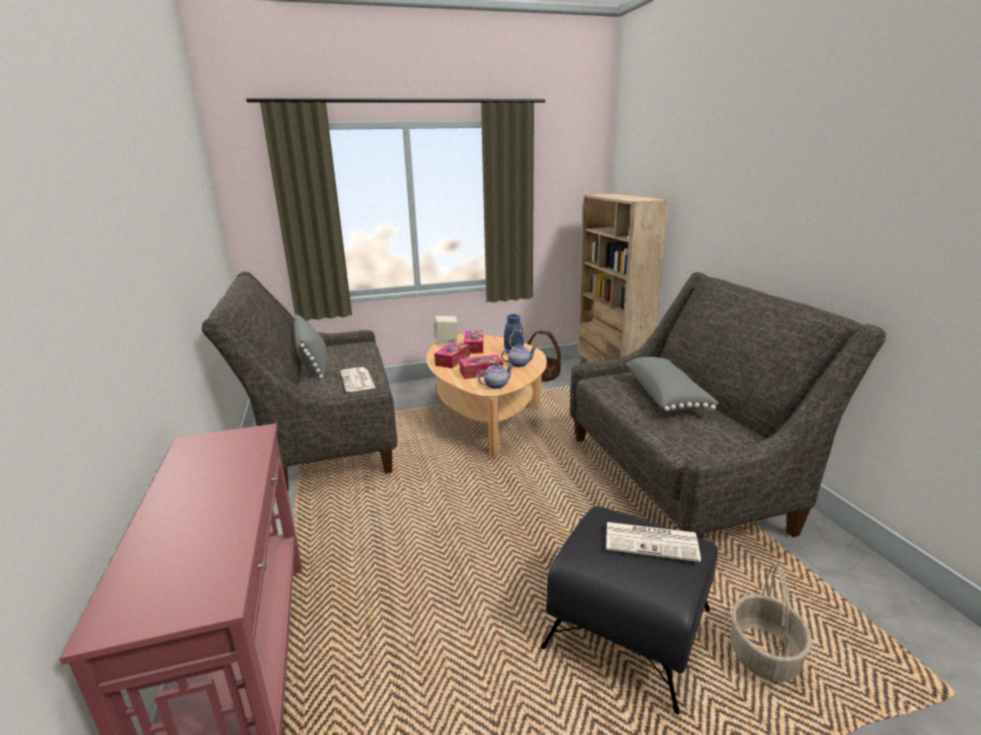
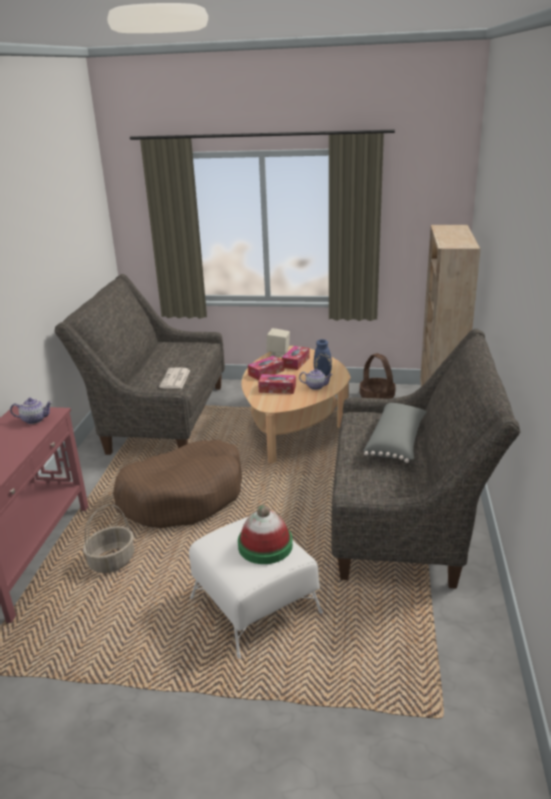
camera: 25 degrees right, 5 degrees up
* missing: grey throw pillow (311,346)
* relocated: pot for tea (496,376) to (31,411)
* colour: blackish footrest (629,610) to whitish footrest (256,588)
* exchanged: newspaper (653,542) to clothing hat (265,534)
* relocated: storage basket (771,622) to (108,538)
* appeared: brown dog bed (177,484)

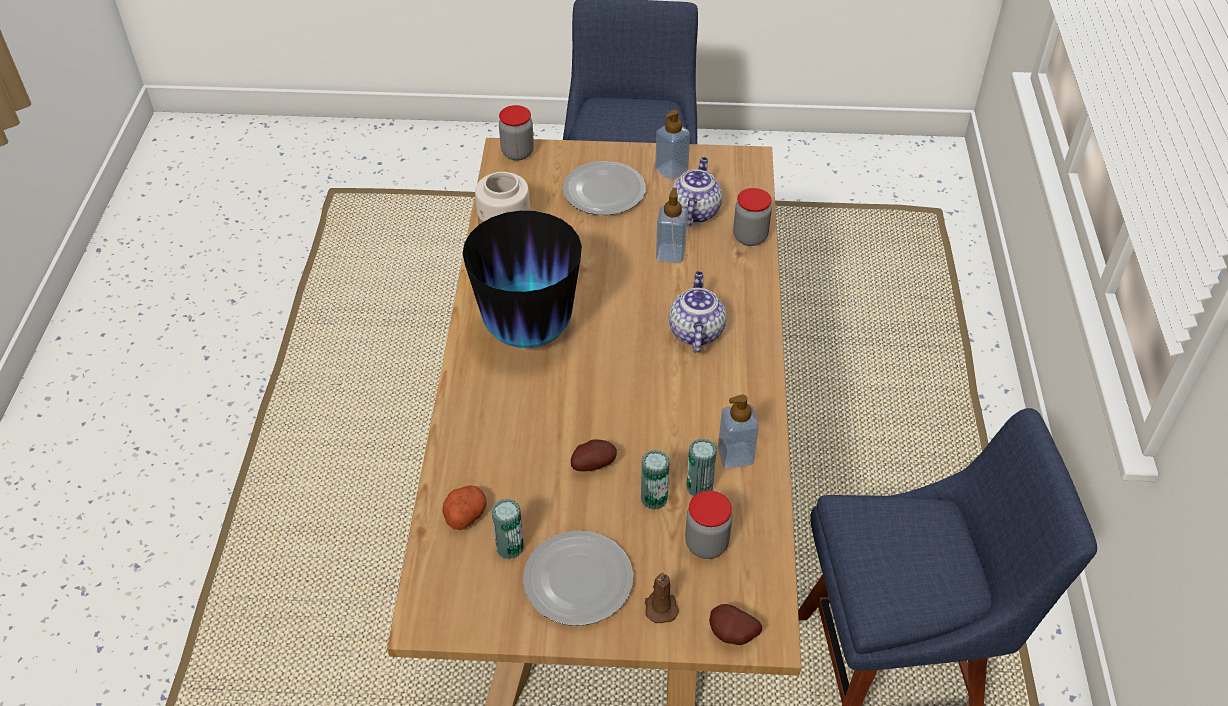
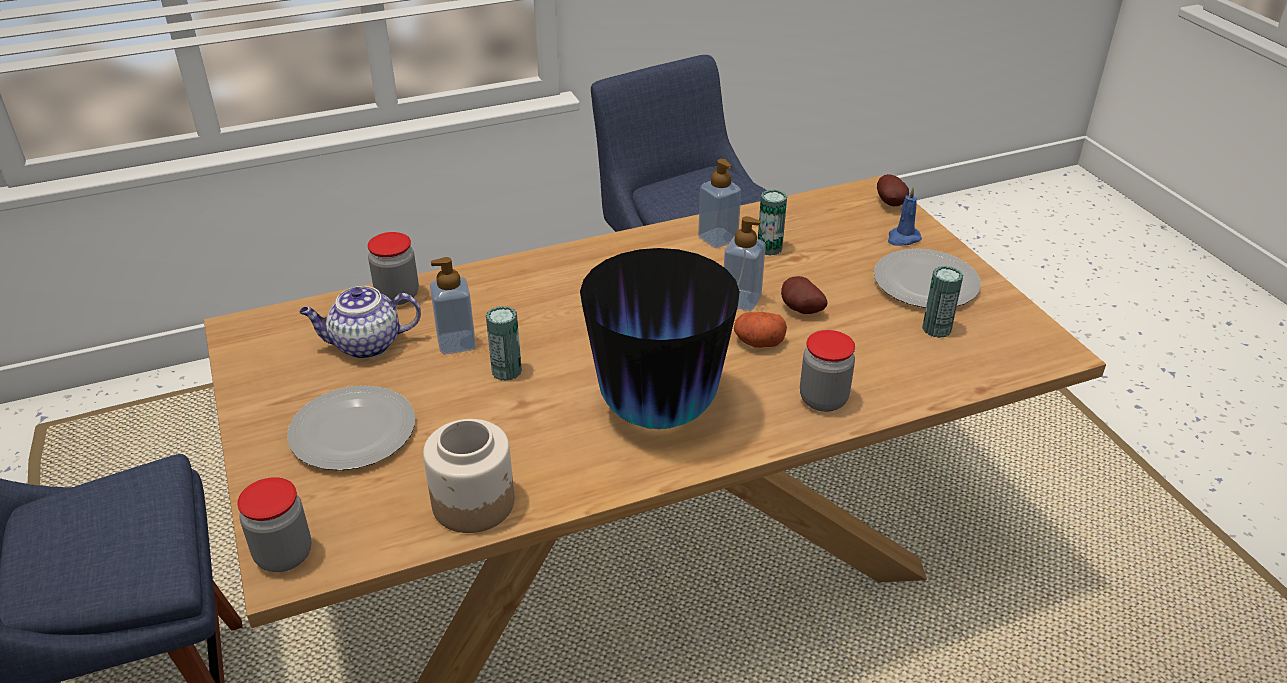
camera: 115 degrees left, 10 degrees down
* relocated: soap dispenser (672,145) to (745,263)
* missing: pot for tea (698,312)
* relocated: can (655,480) to (504,343)
* relocated: potato (464,507) to (760,330)
* relocated: jar (708,525) to (827,371)
* colour: brown candle (662,597) to bluish candle (905,216)

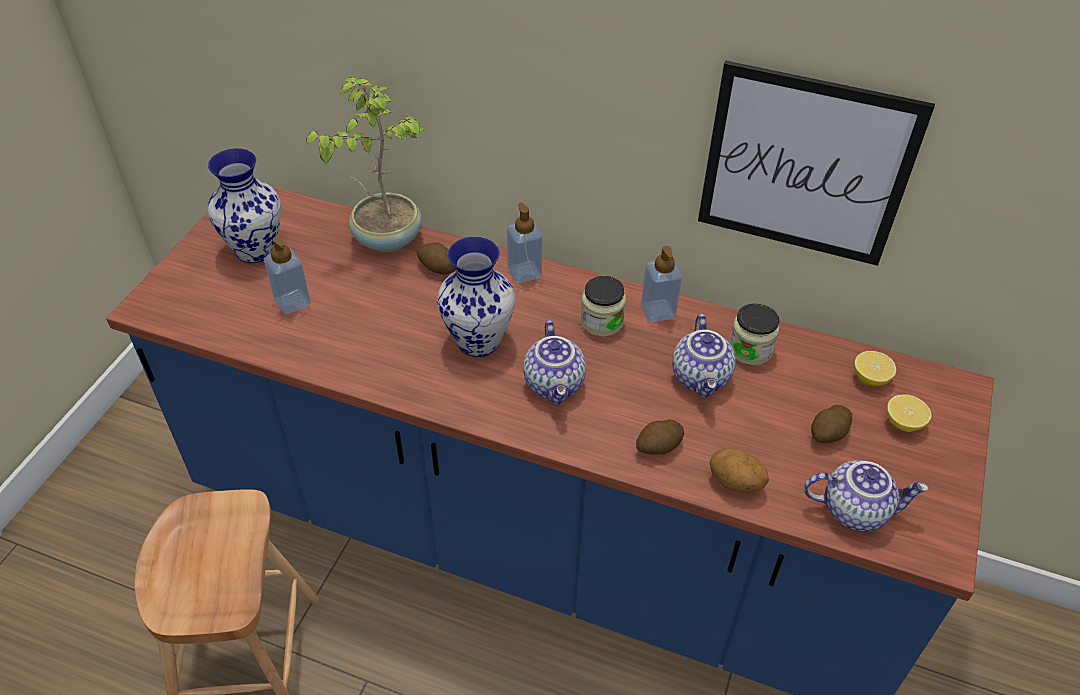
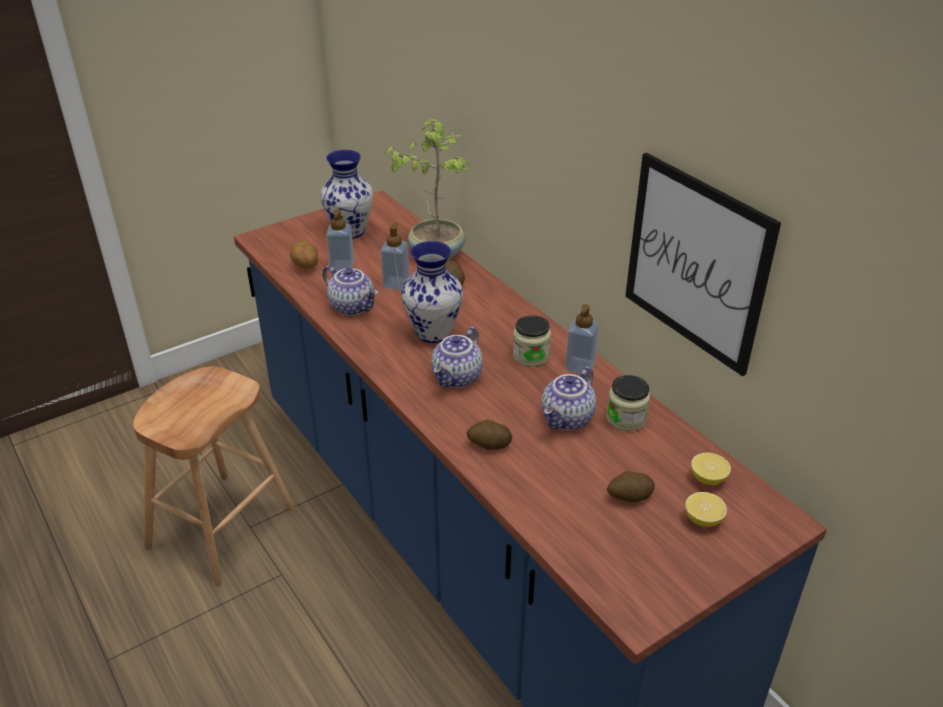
camera: 35 degrees right, 10 degrees down
* relocated: soap dispenser (524,242) to (395,256)
* relocated: potato (739,470) to (304,254)
* relocated: pot for tea (866,496) to (350,290)

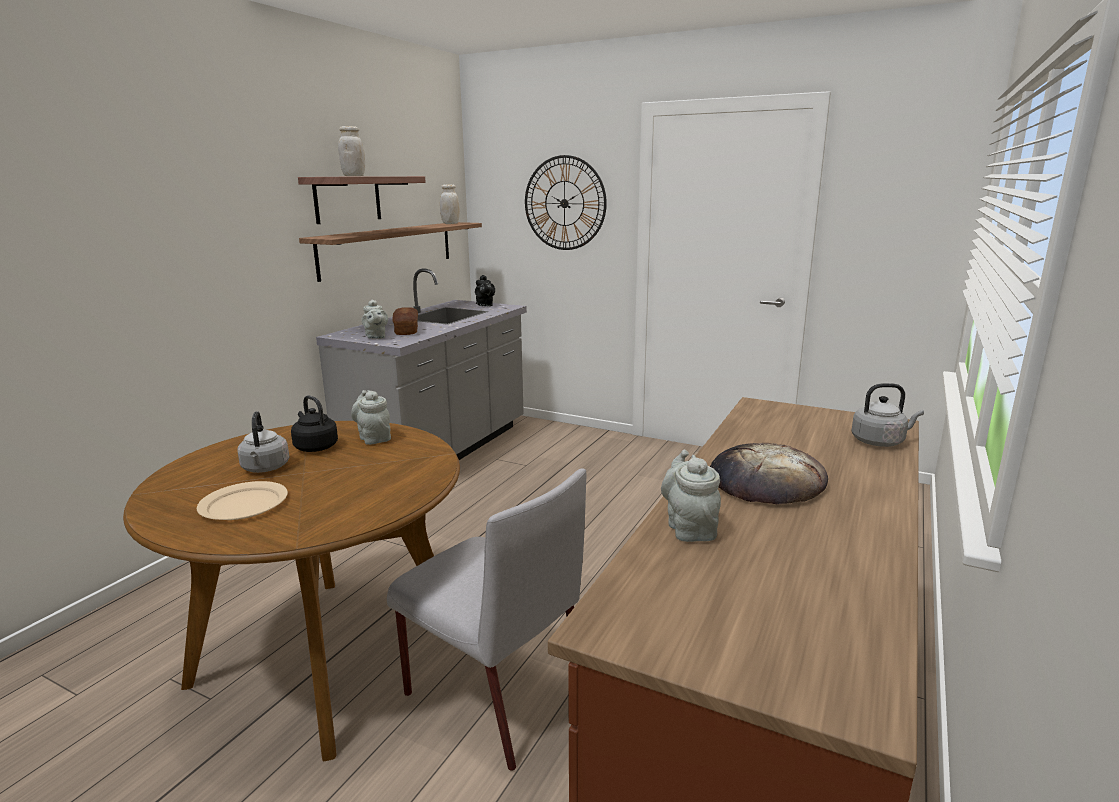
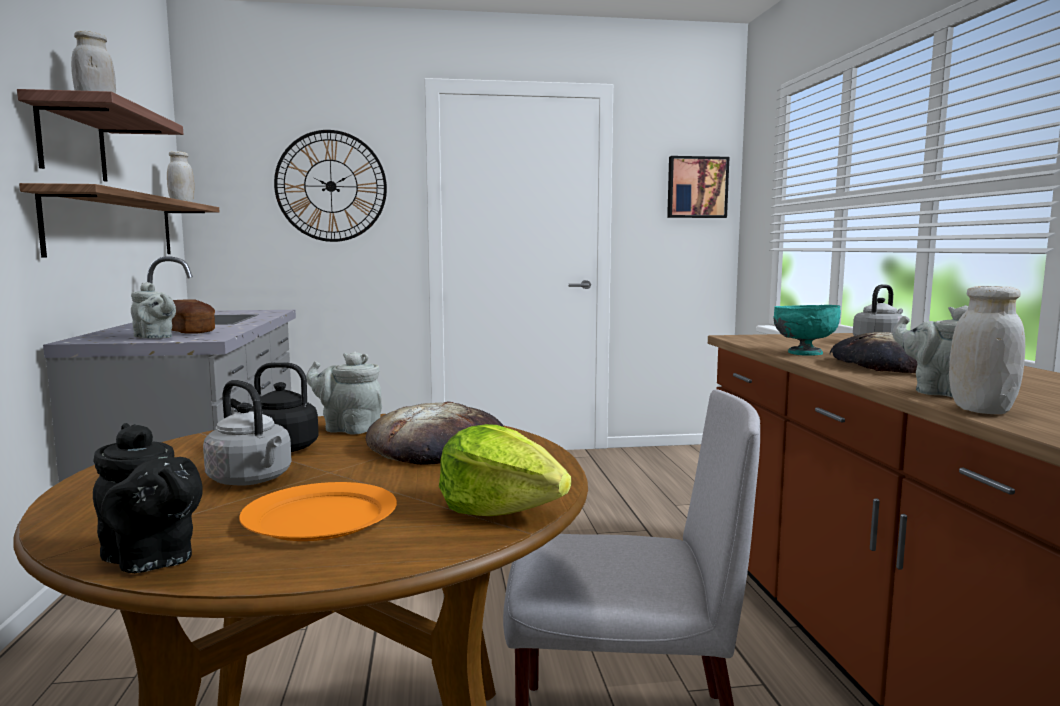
camera: 35 degrees left, 10 degrees down
* relocated: blackish pot for tea (485,290) to (148,498)
* colour: beige-coloured plate (242,500) to orangey plate (318,511)
* appeared: wall picture (698,187)
* appeared: whitish jar (987,350)
* appeared: turquoise bowl (807,330)
* appeared: baked bread (435,433)
* appeared: lettuce (505,470)

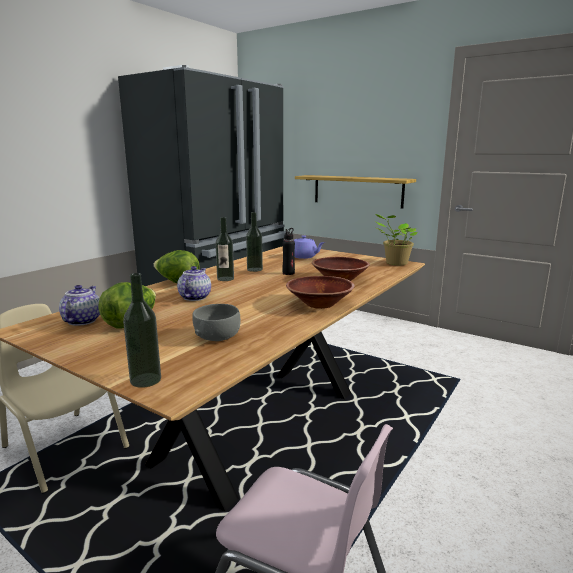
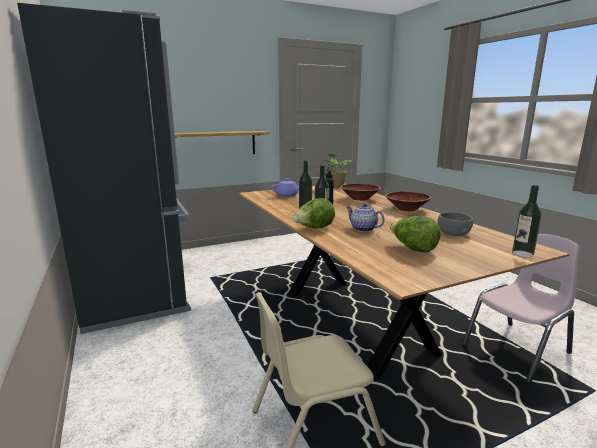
camera: 60 degrees left, 0 degrees up
* missing: pot for tea (79,305)

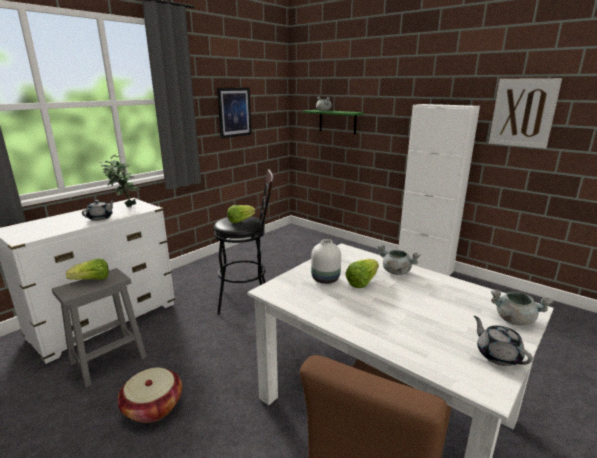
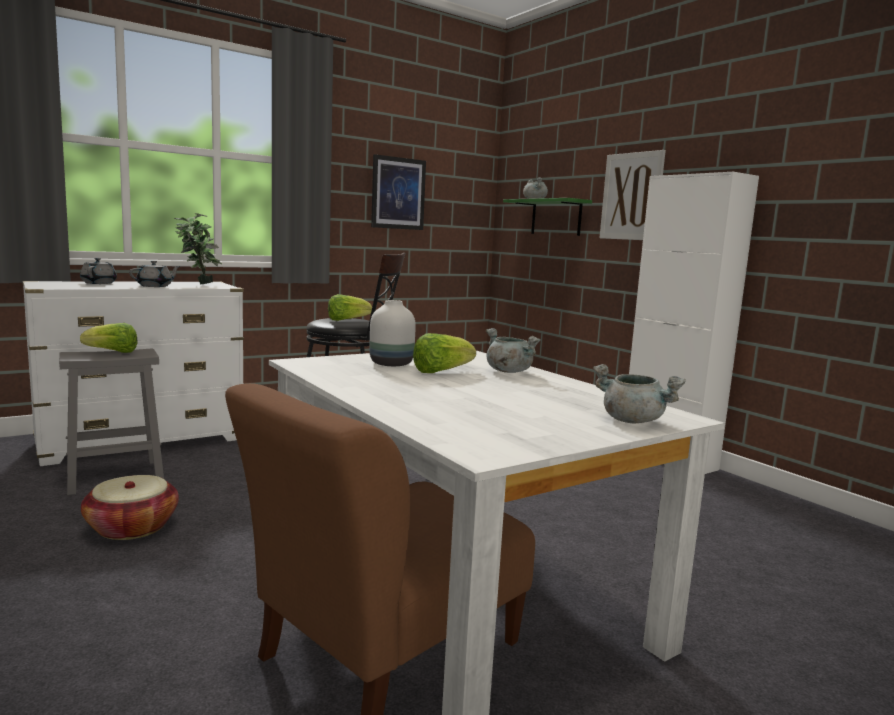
camera: 15 degrees right, 10 degrees down
* relocated: wall picture (525,113) to (633,195)
* relocated: grey pot for tea (503,341) to (98,271)

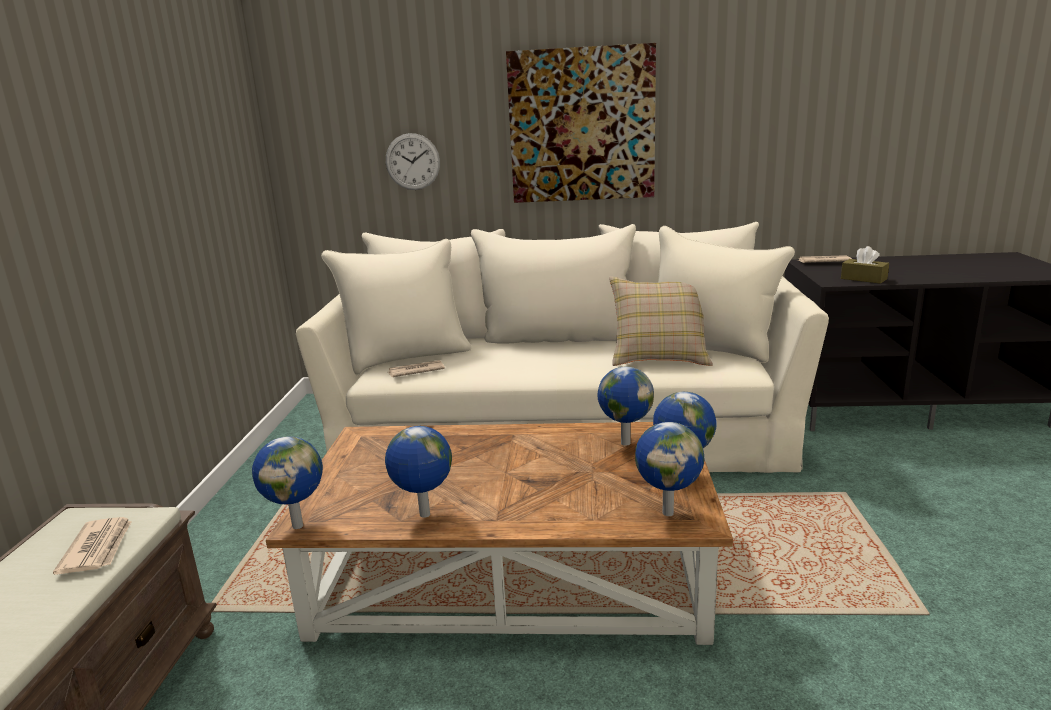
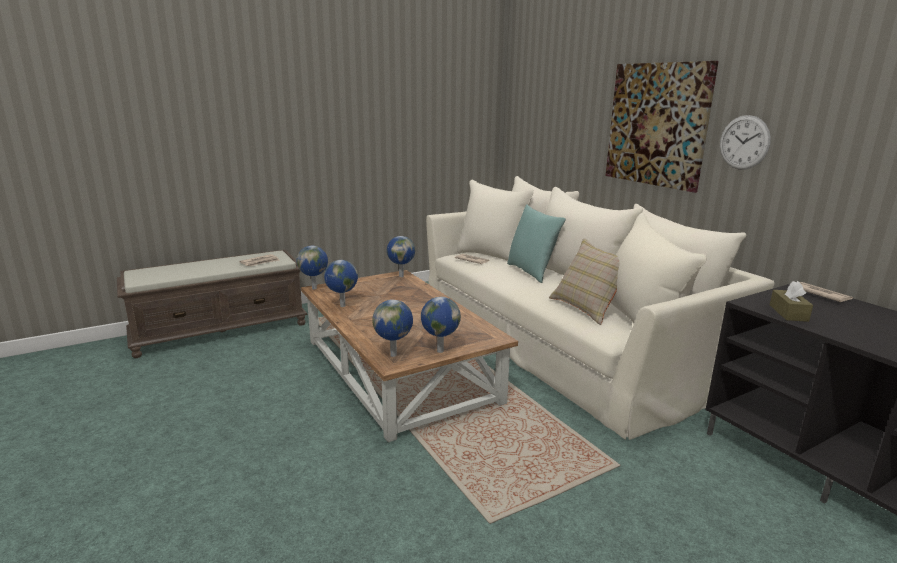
camera: 55 degrees right, 0 degrees up
* relocated: hanging clock (413,161) to (745,142)
* relocated: world globe (625,406) to (401,256)
* appeared: turquoise throw pillow (536,243)

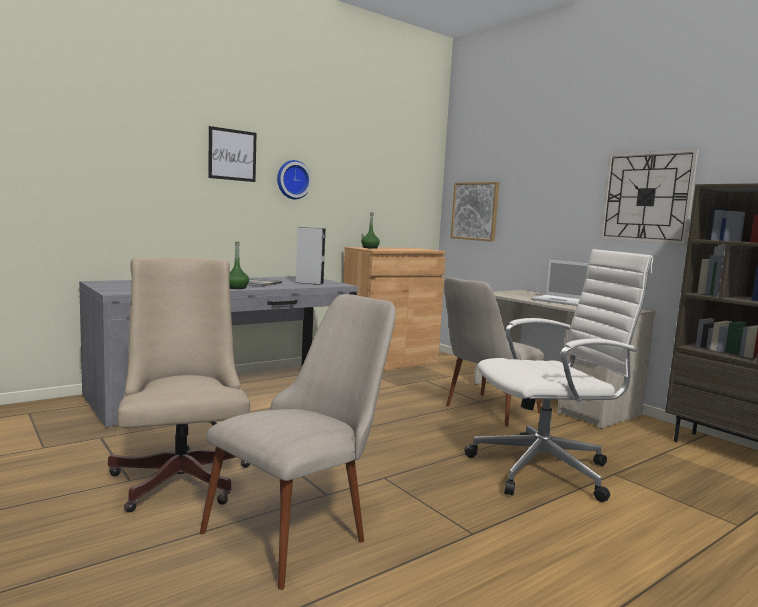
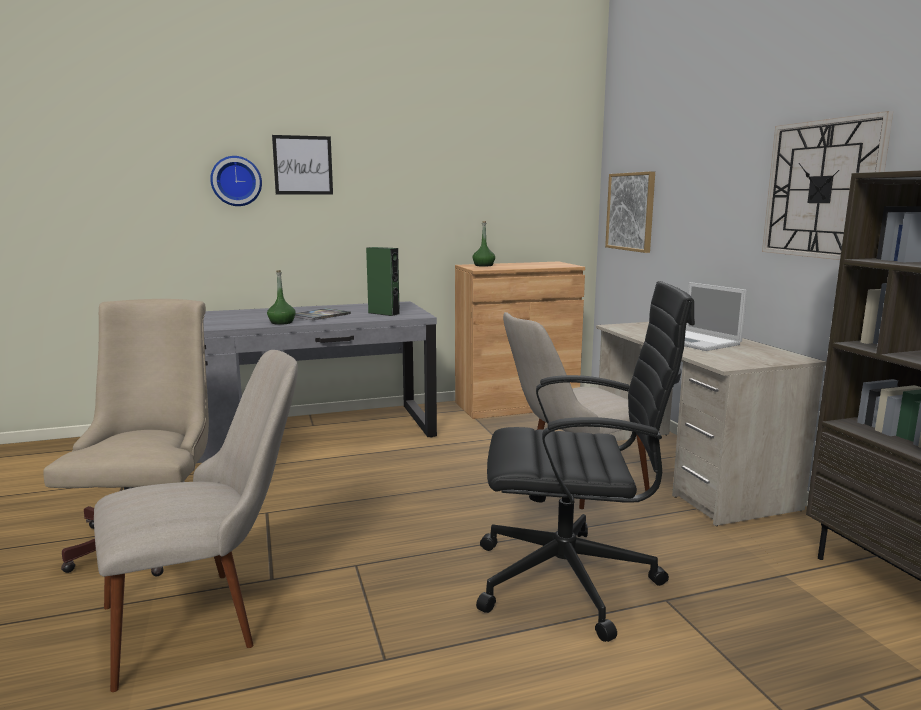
camera: 20 degrees right, 5 degrees up
* relocated: hanging clock (294,179) to (236,181)
* colour: grey audio speaker (311,256) to greenish audio speaker (383,281)
* colour: whitish desk chair (558,375) to blackish desk chair (585,461)

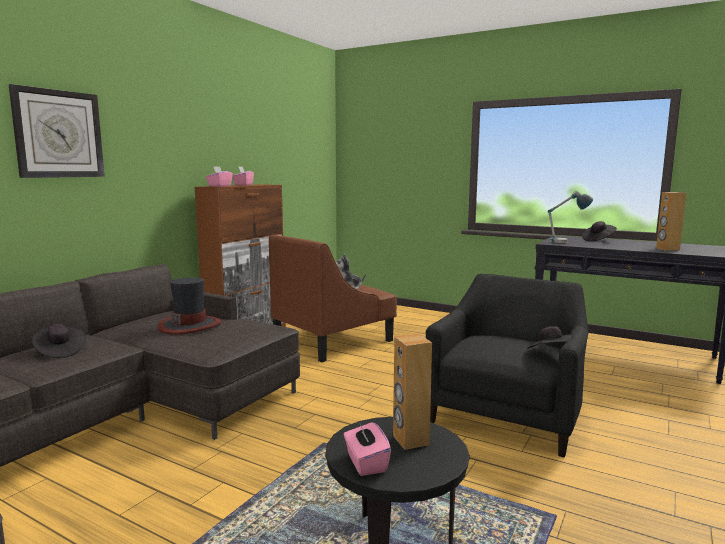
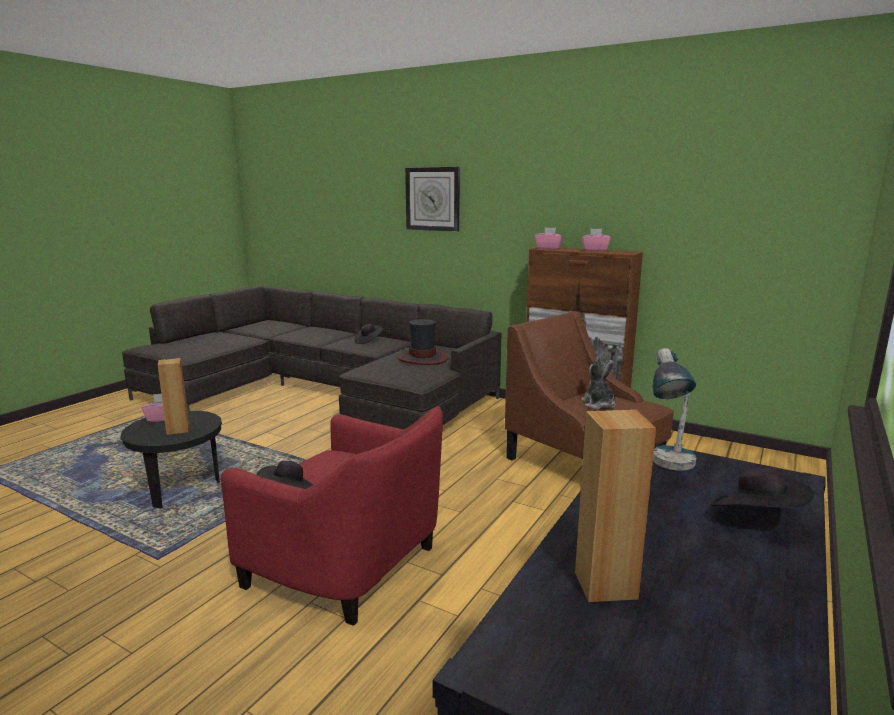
camera: 90 degrees right, 5 degrees up
* colour: blackish easy chair (507,365) to red-coloured easy chair (332,516)

